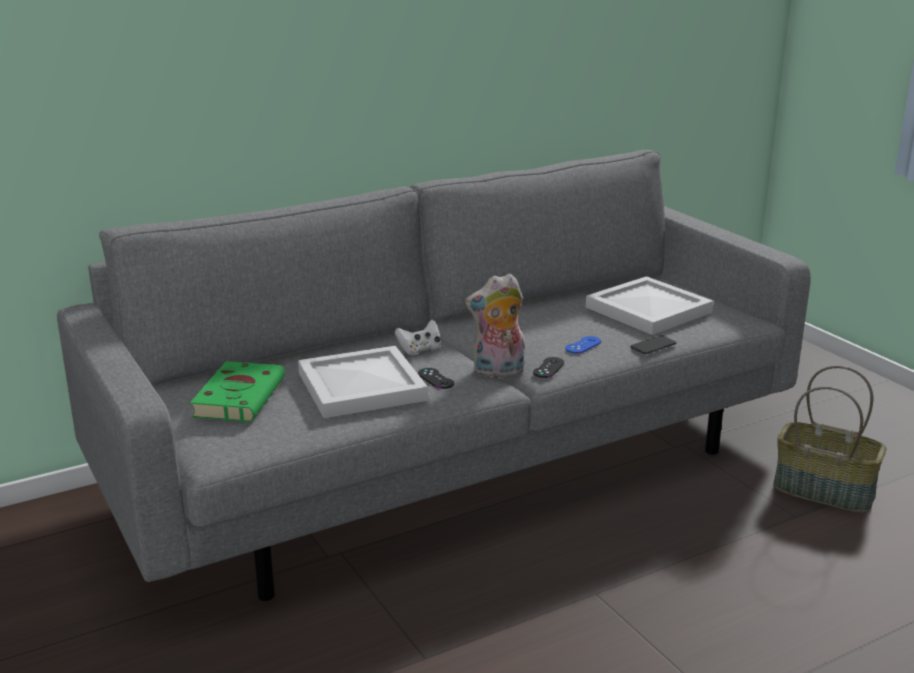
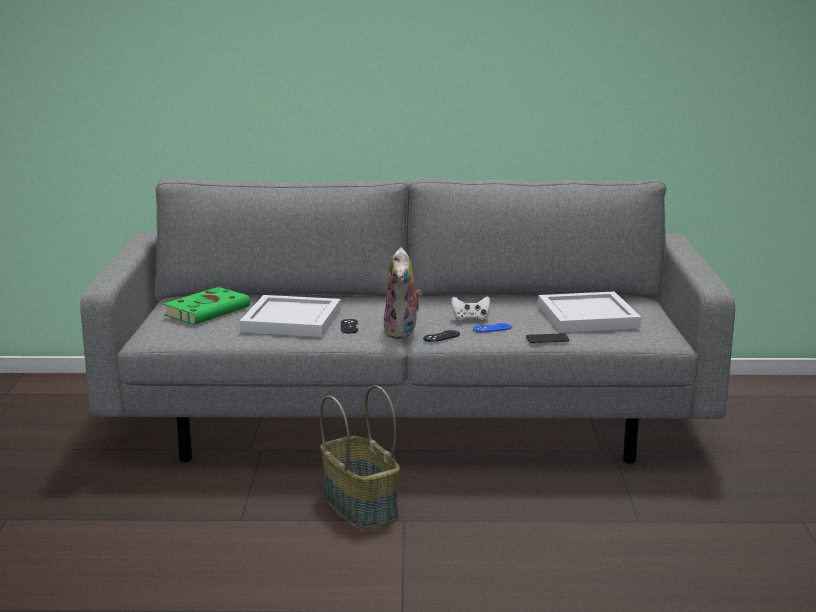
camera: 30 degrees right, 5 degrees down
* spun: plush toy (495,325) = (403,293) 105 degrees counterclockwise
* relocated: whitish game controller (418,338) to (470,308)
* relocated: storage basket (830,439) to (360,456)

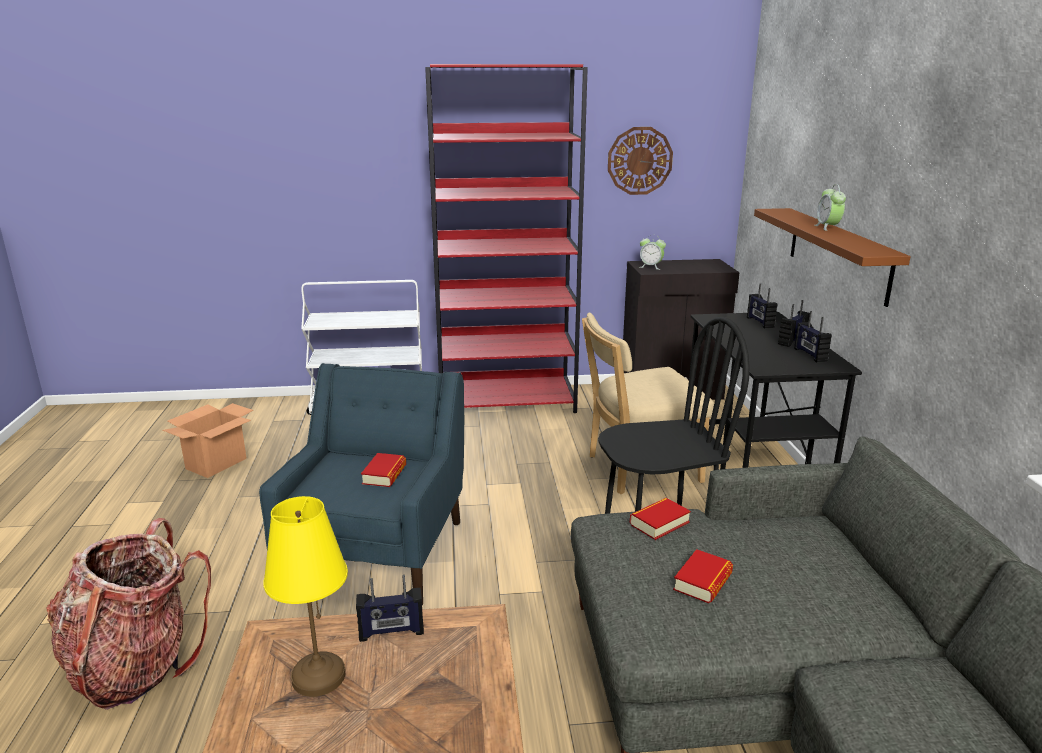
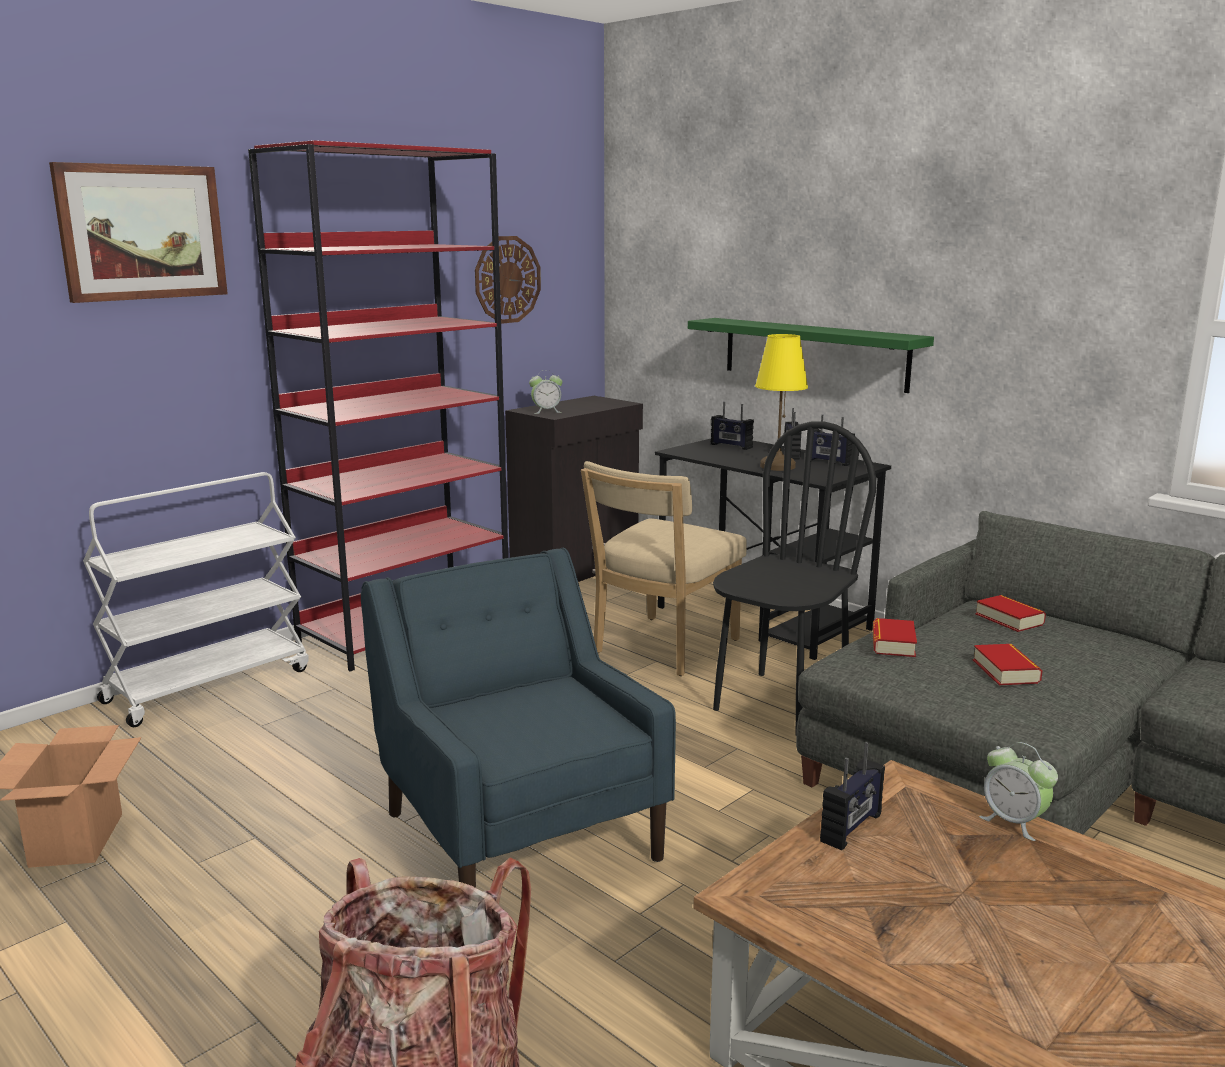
camera: 40 degrees left, 5 degrees down
* relocated: alarm clock (830,207) to (1018,791)
* colour: brown shelf (832,257) to greenish shelf (811,355)
* relocated: volume (383,470) to (1010,613)
* relocated: yellow-coloured tabletop lamp (305,596) to (781,402)
* appeared: wall picture (138,232)

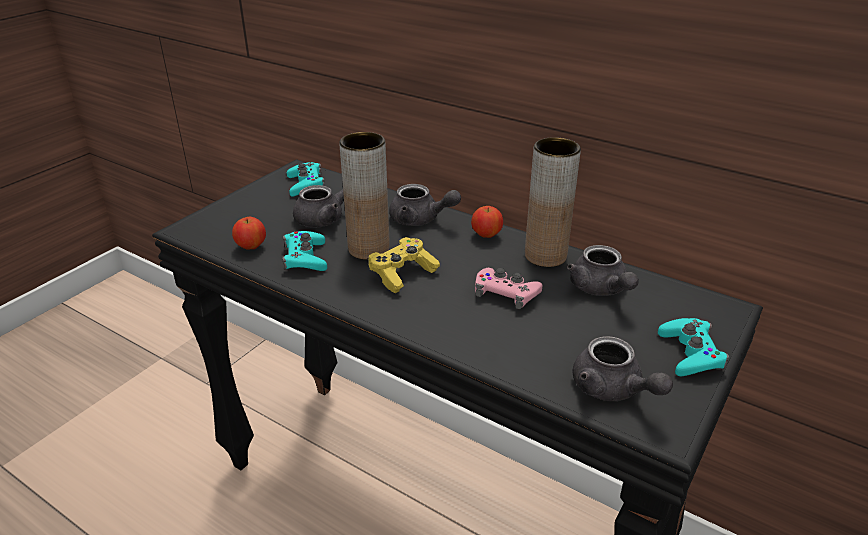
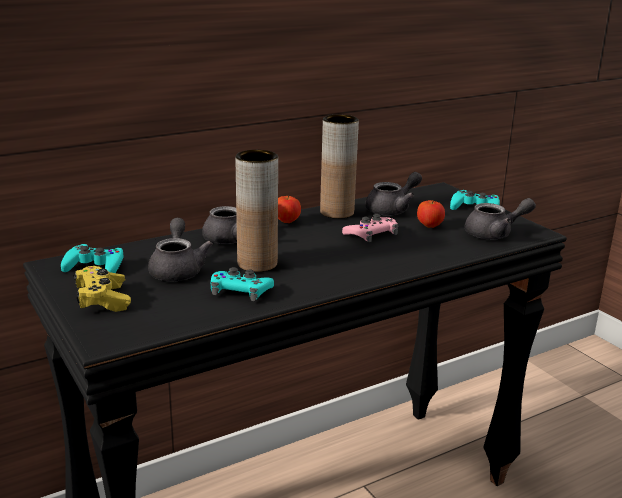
camera: 65 degrees left, 10 degrees down
* relocated: apple fruit (249,233) to (431,214)
* relocated: yellow-coloured game controller (403,265) to (102,289)
* spun: grey pot for tea (603,270) = (393,193) 45 degrees counterclockwise

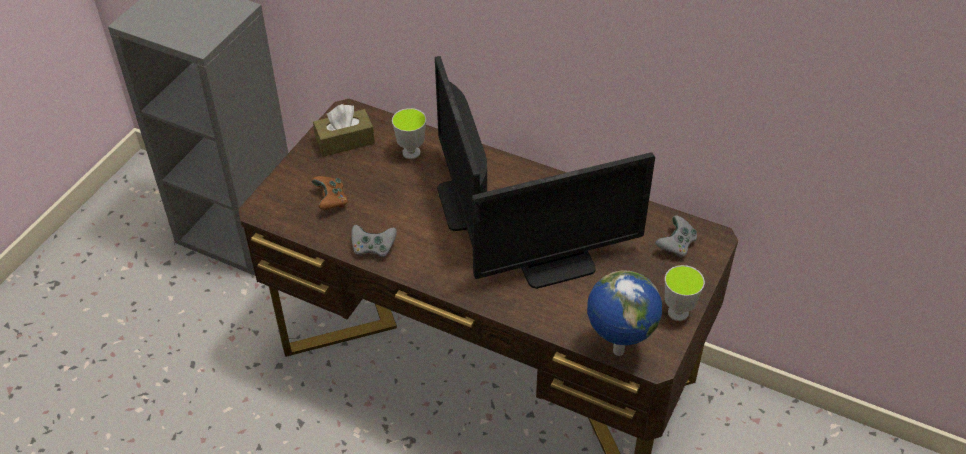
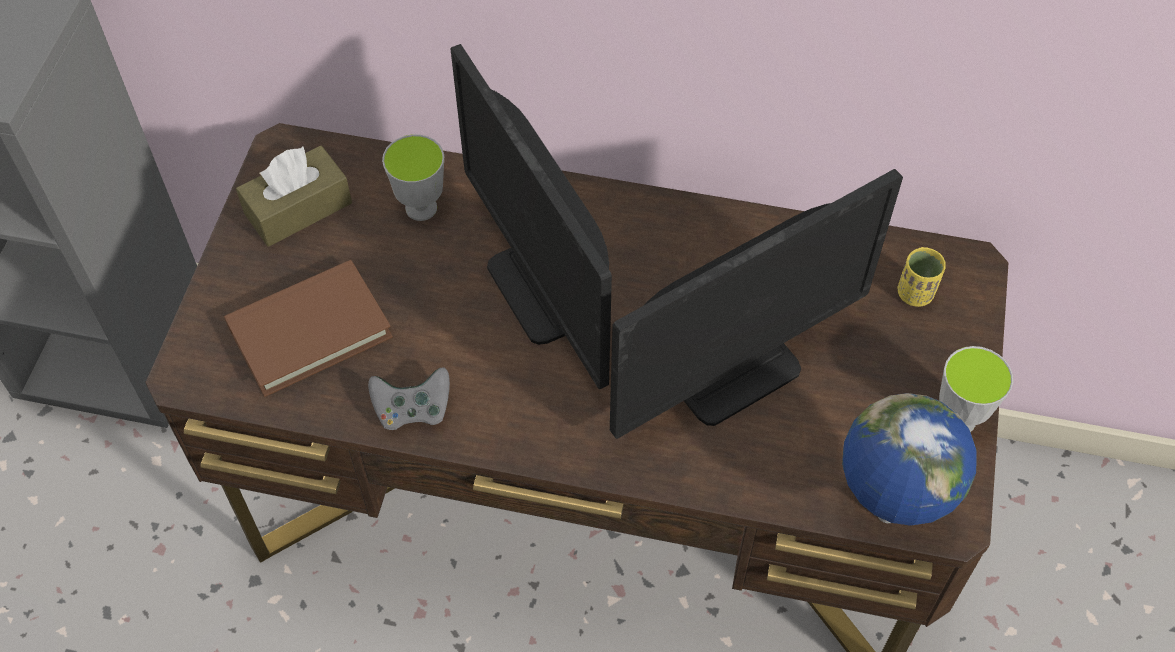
camera: 15 degrees left, 10 degrees up
* exchanged: brown game controller (330,193) to brown volume (308,328)
* exchanged: grey game controller (676,236) to yellow-coloured cup (922,277)

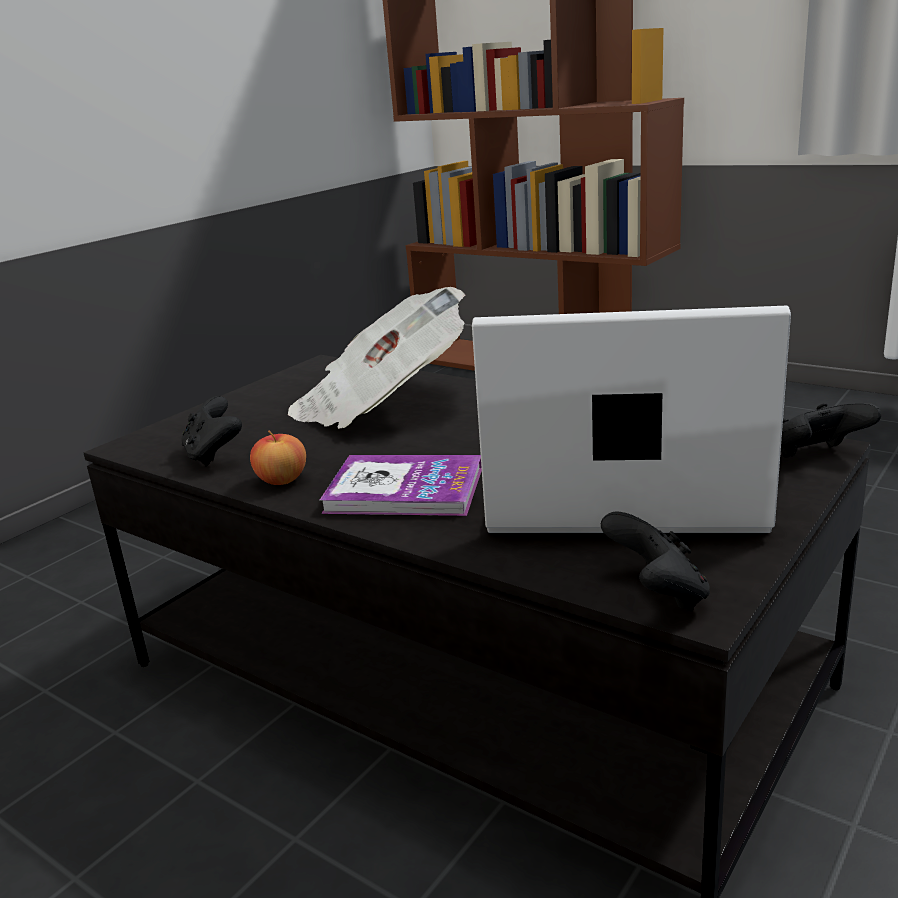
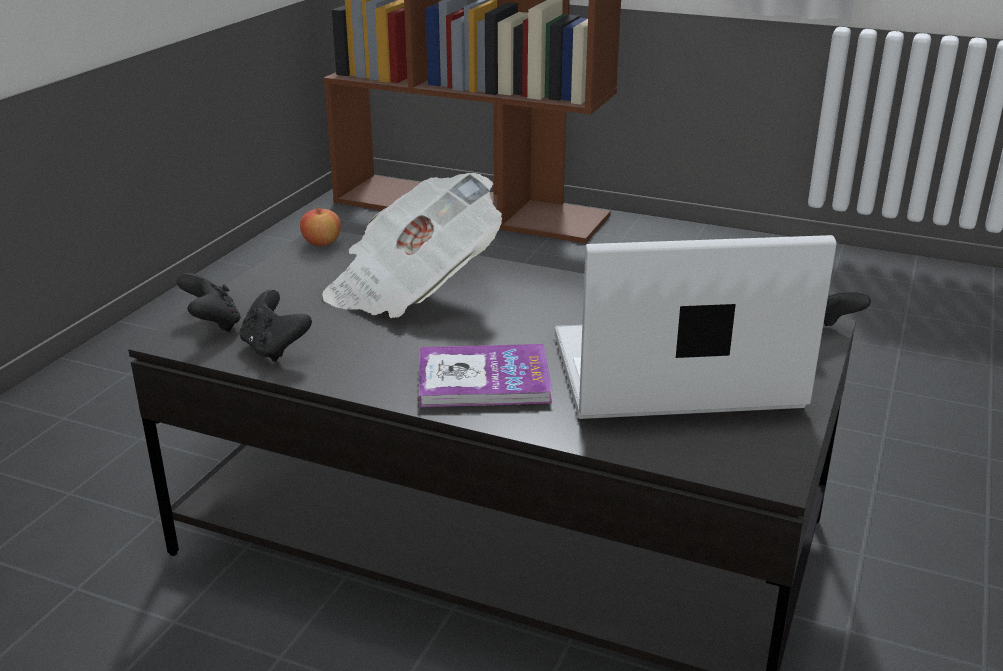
camera: 15 degrees left, 5 degrees up
* relocated: apple fruit (278,458) to (320,226)
* relocated: blackish game controller (655,562) to (209,302)

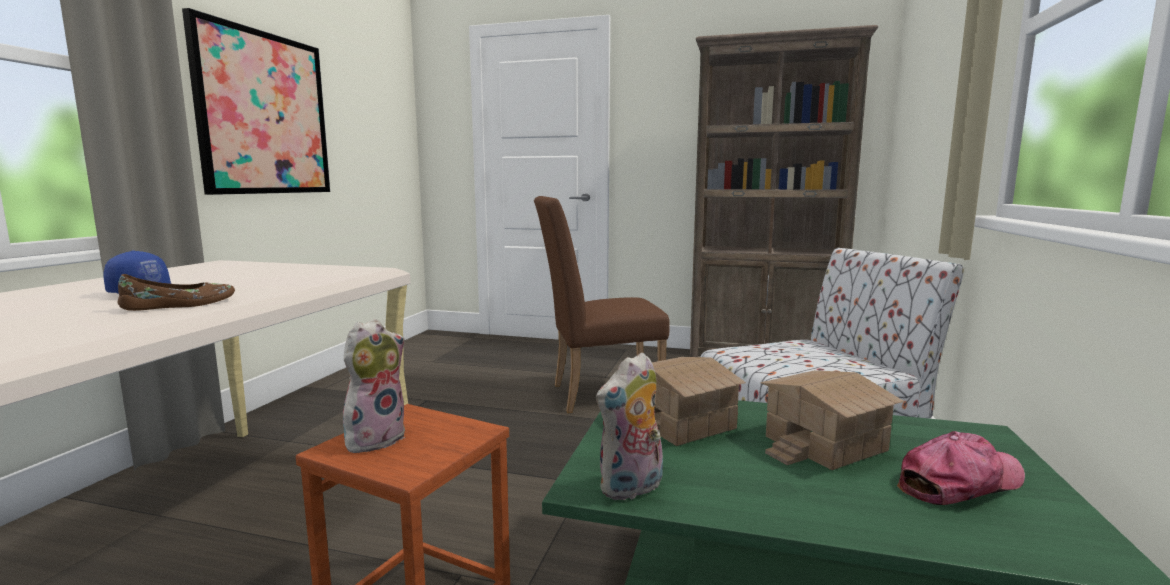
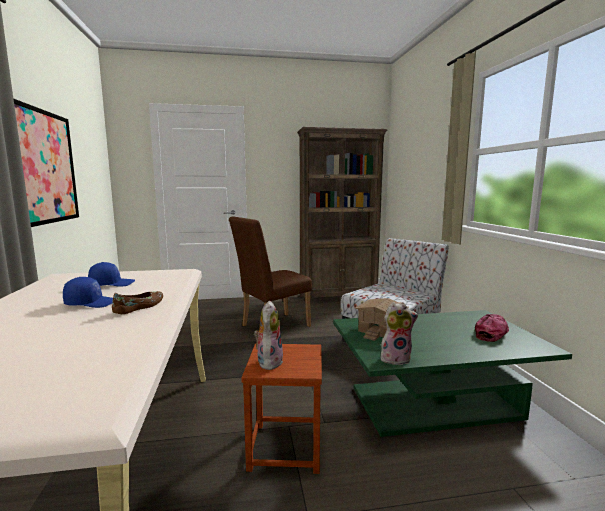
camera: 25 degrees left, 0 degrees up
* spun: plush toy (629,426) = (399,333) 120 degrees counterclockwise
* missing: model house (832,420)
* appeared: bluish baseball cap (111,274)

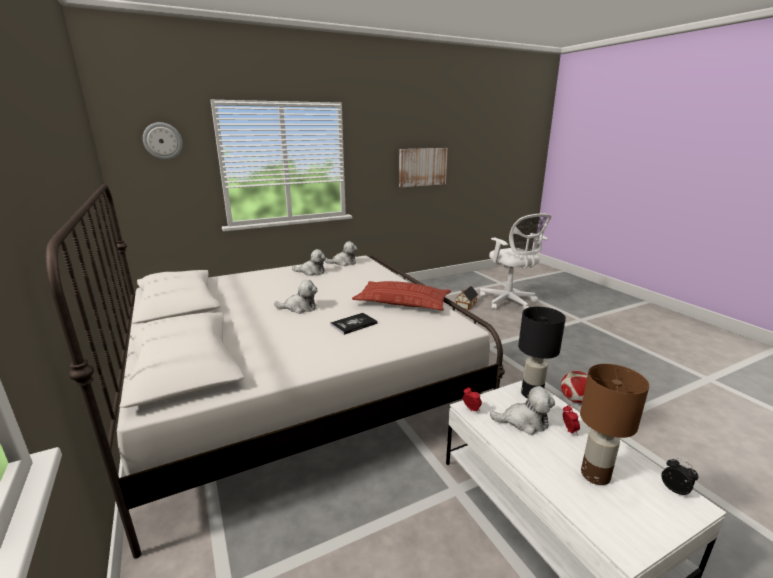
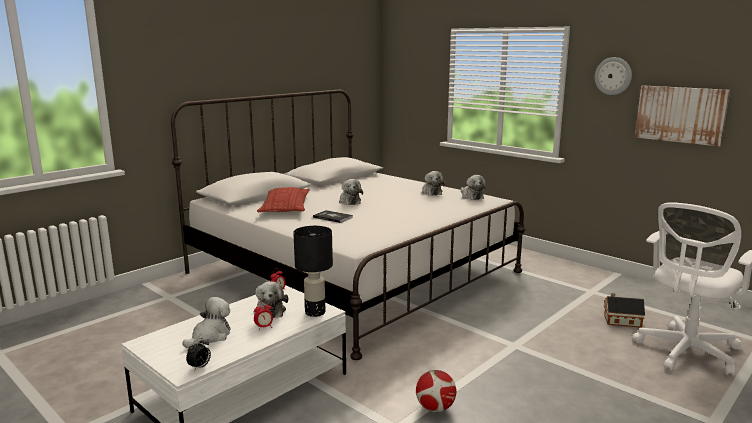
camera: 70 degrees right, 5 degrees down
* relocated: hanging clock (163,141) to (613,76)
* relocated: throw pillow (401,296) to (283,199)
* exchanged: brown tabletop lamp (614,424) to plush toy (206,322)

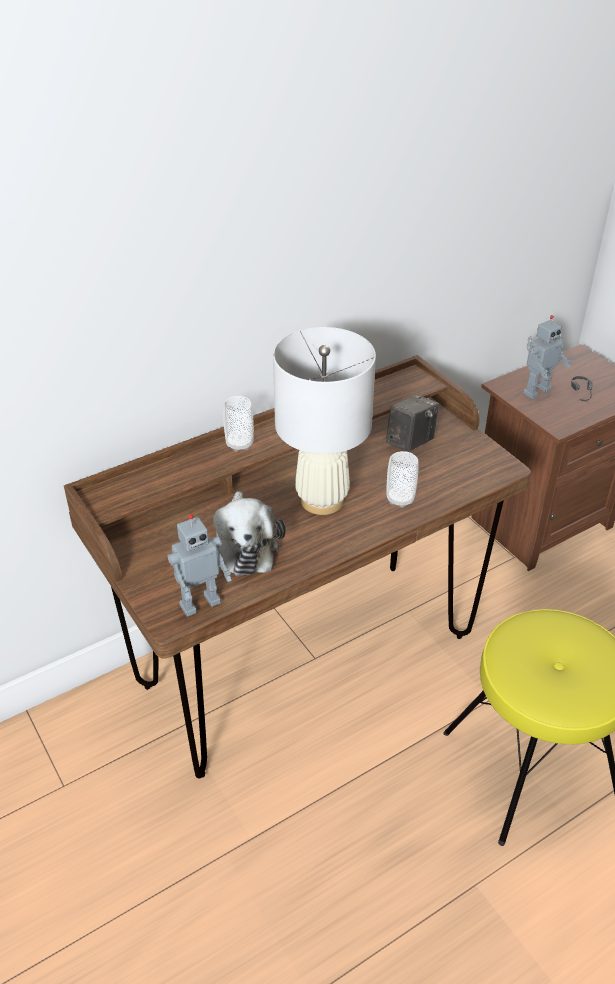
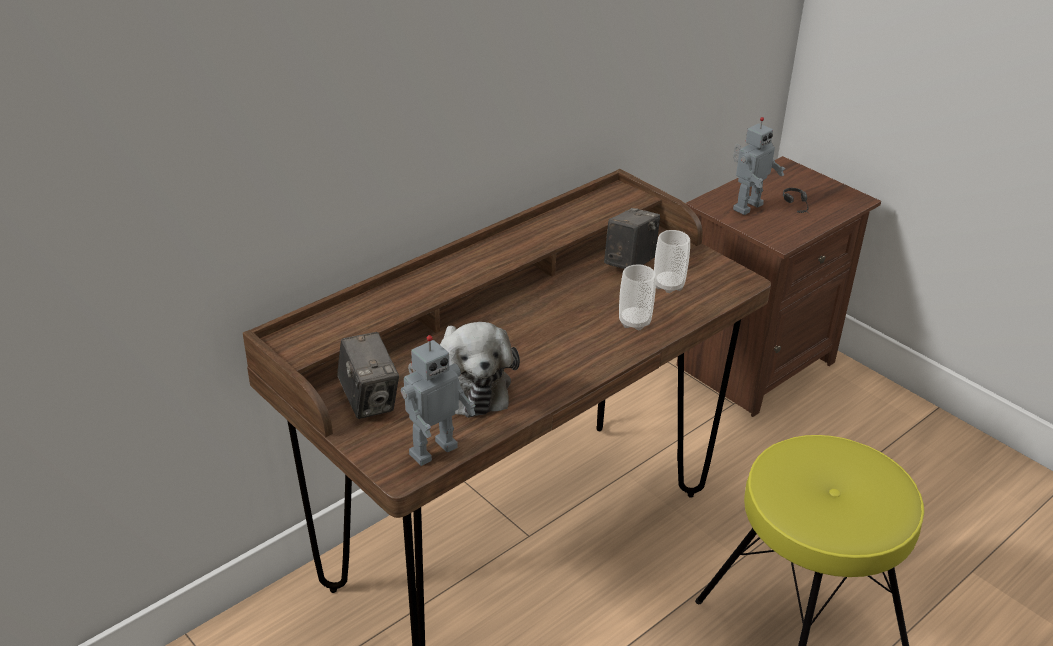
camera: 10 degrees left, 5 degrees down
* missing: whitish tabletop lamp (324,421)
* relocated: cup (238,424) to (672,261)
* appeared: photo camera (368,375)

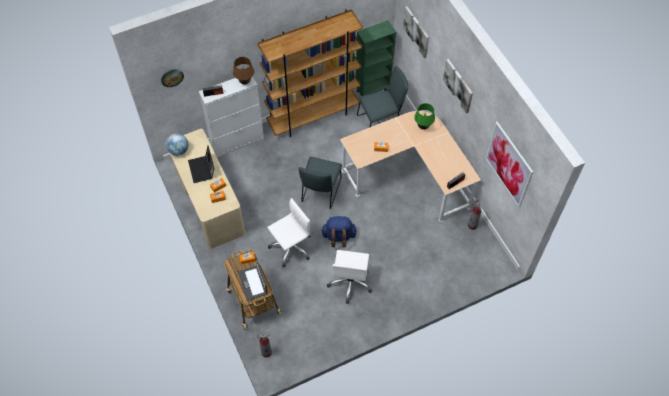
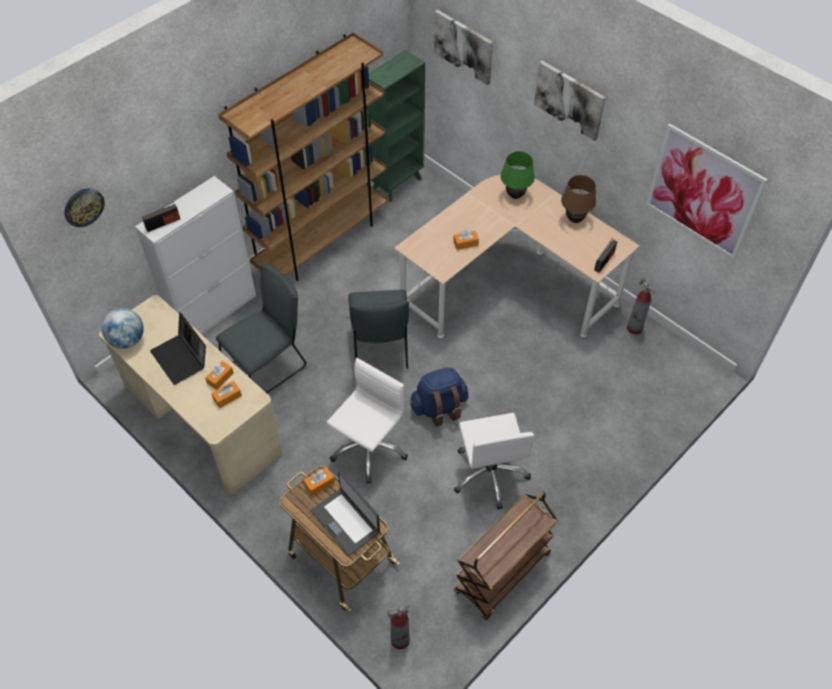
camera: 20 degrees left, 5 degrees down
* relocated: brown tabletop lamp (243,71) to (578,199)
* relocated: grey plain chair (382,97) to (261,328)
* appeared: brown cart (506,556)

